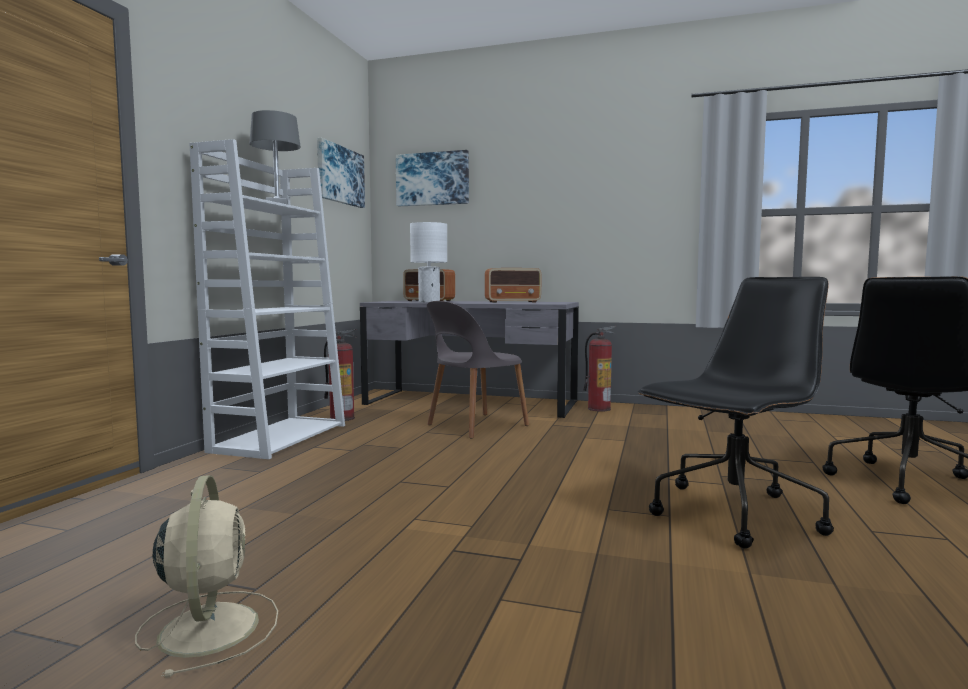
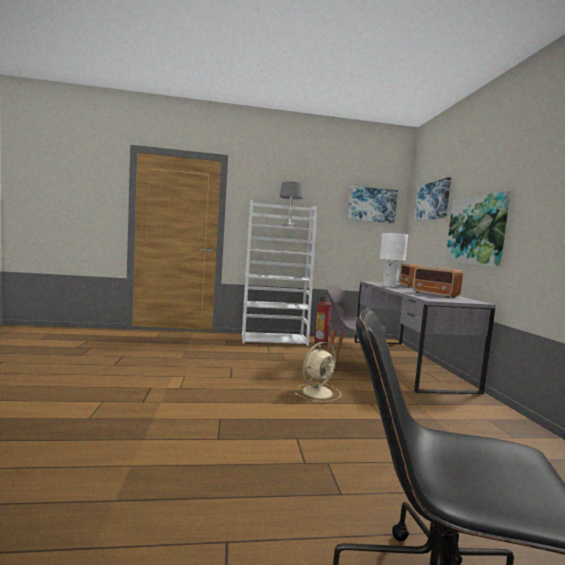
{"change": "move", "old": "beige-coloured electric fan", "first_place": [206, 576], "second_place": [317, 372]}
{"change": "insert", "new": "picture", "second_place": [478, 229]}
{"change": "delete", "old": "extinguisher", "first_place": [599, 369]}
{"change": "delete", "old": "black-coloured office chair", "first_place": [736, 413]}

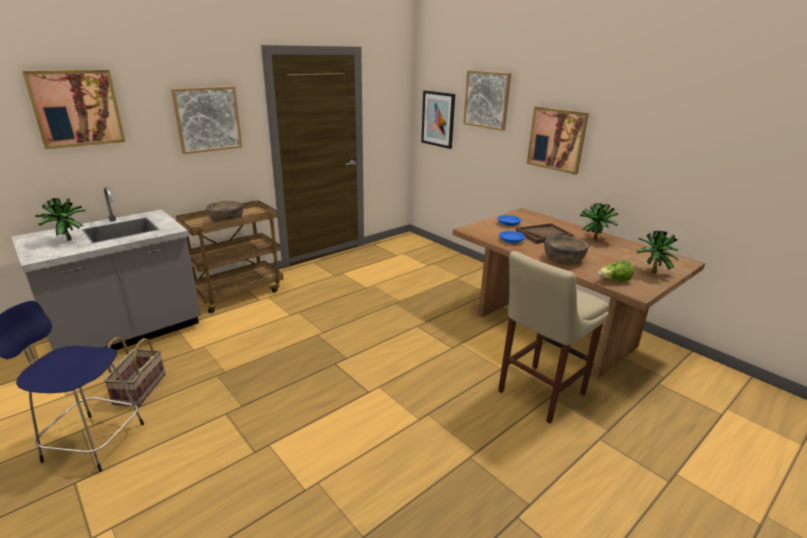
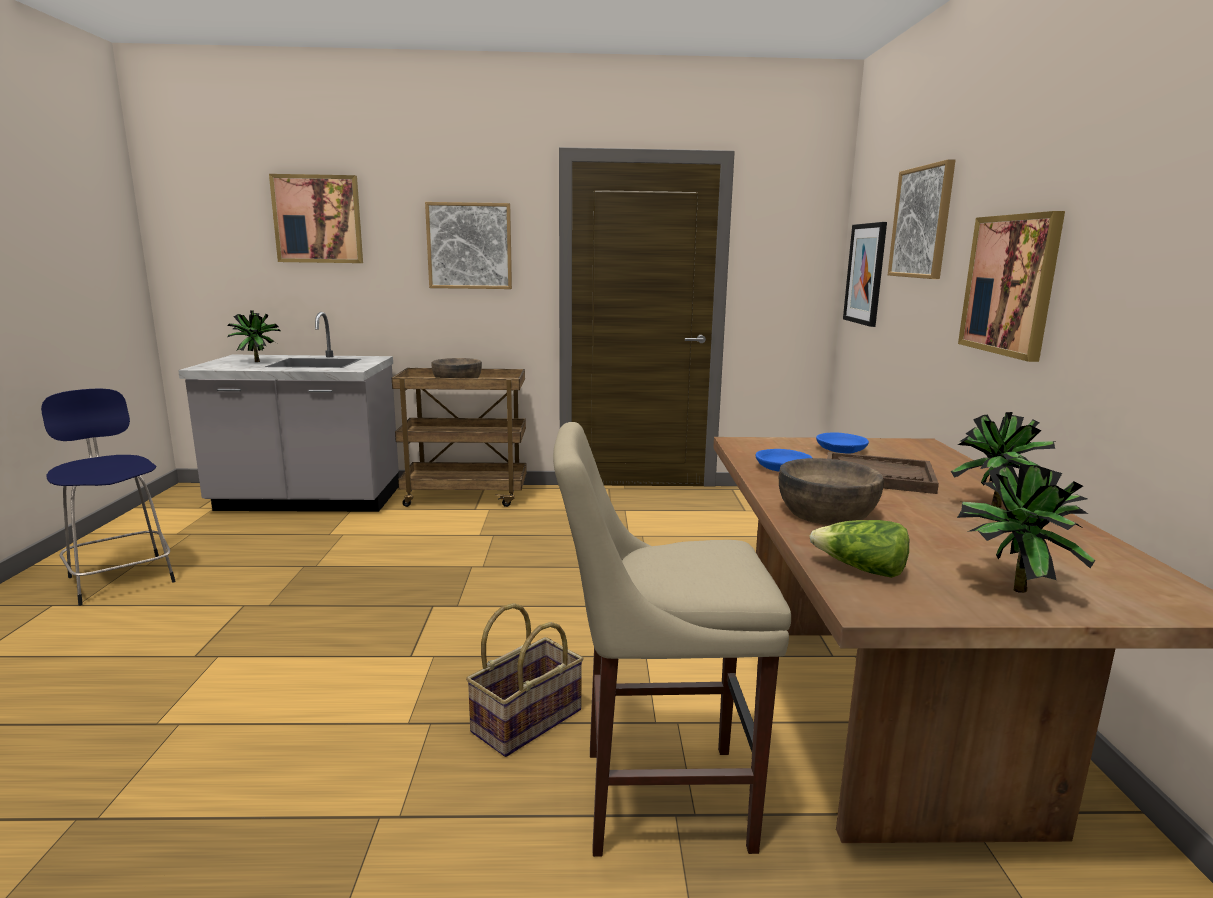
{"change": "move", "old": "storage basket", "first_place": [134, 371], "second_place": [525, 680]}

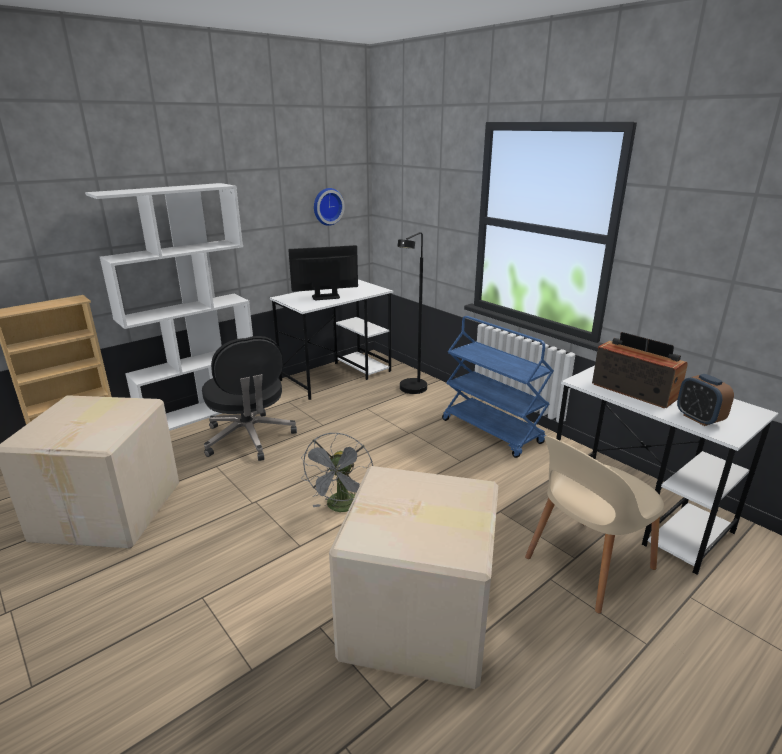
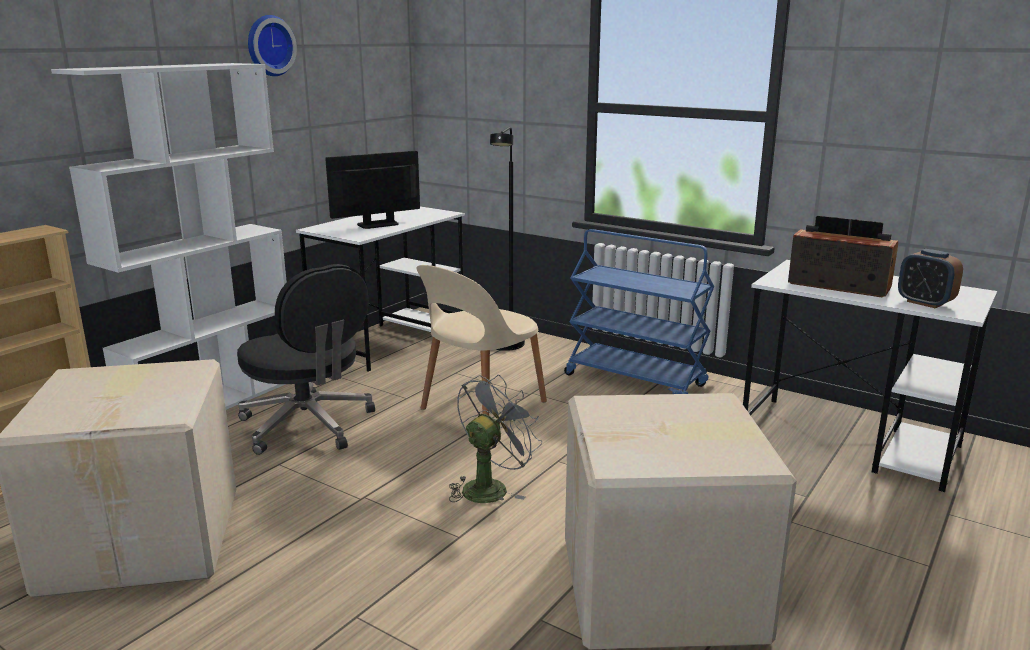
{"change": "move", "old": "wall clock", "first_place": [329, 207], "second_place": [272, 45]}
{"change": "move", "old": "beige-coloured plain chair", "first_place": [594, 524], "second_place": [482, 340]}
{"change": "rotate", "old": "gray electric fan", "first_place": [337, 472], "second_place": [495, 439], "degrees": -135}

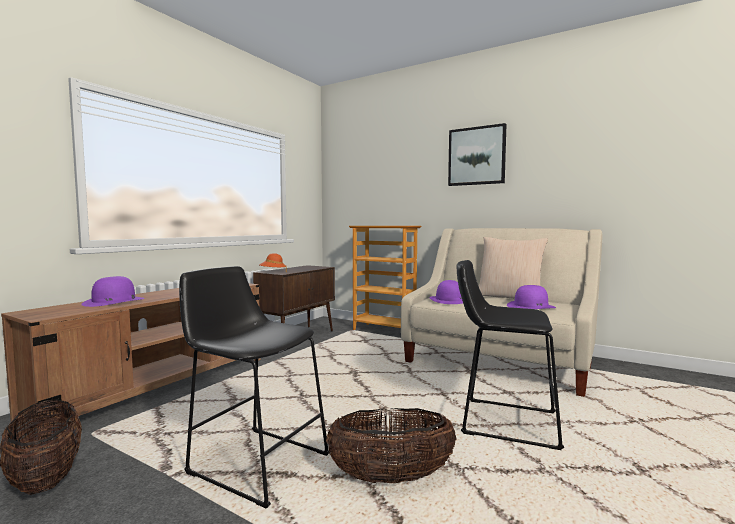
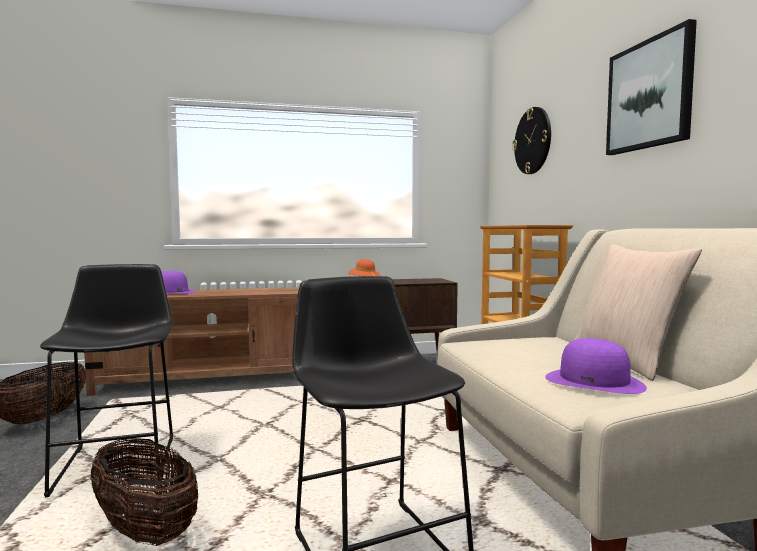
{"change": "insert", "new": "wall clock", "second_place": [532, 140]}
{"change": "delete", "old": "purplish hat", "first_place": [446, 292]}

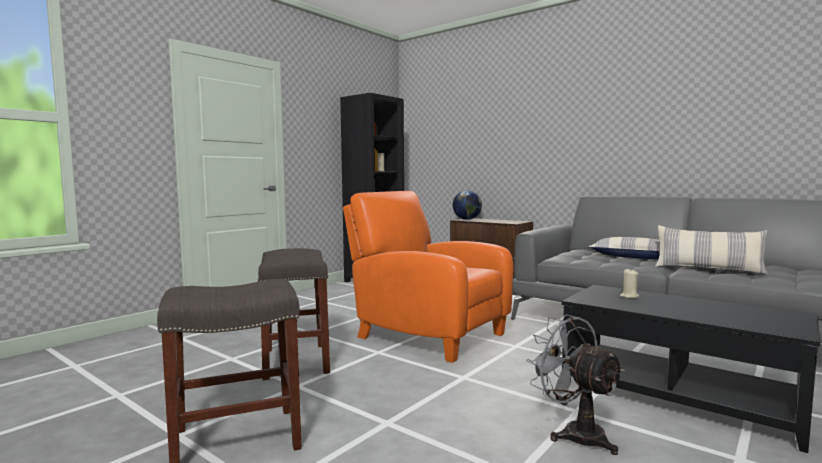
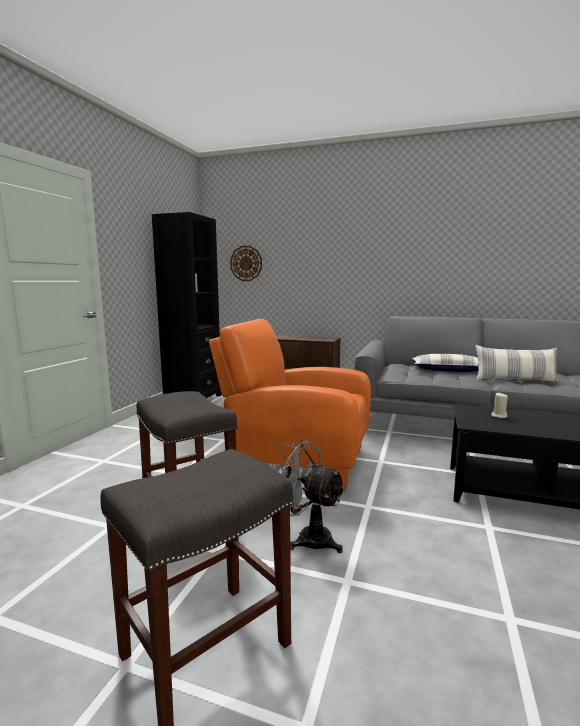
{"change": "insert", "new": "wall clock", "second_place": [246, 263]}
{"change": "move", "old": "gray electric fan", "first_place": [575, 384], "second_place": [308, 495]}
{"change": "delete", "old": "globe", "first_place": [467, 205]}

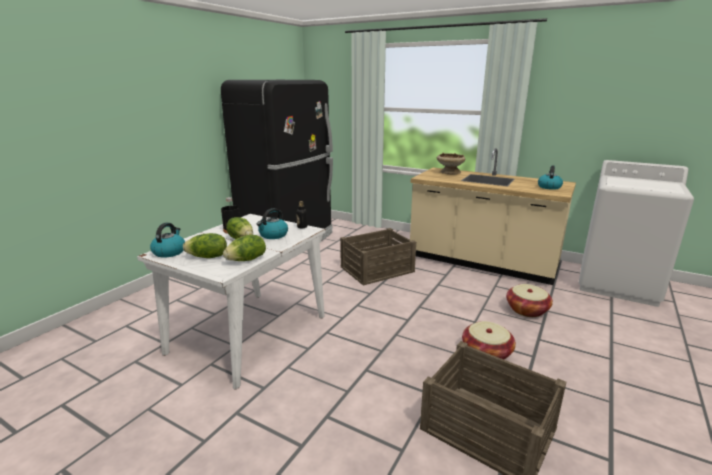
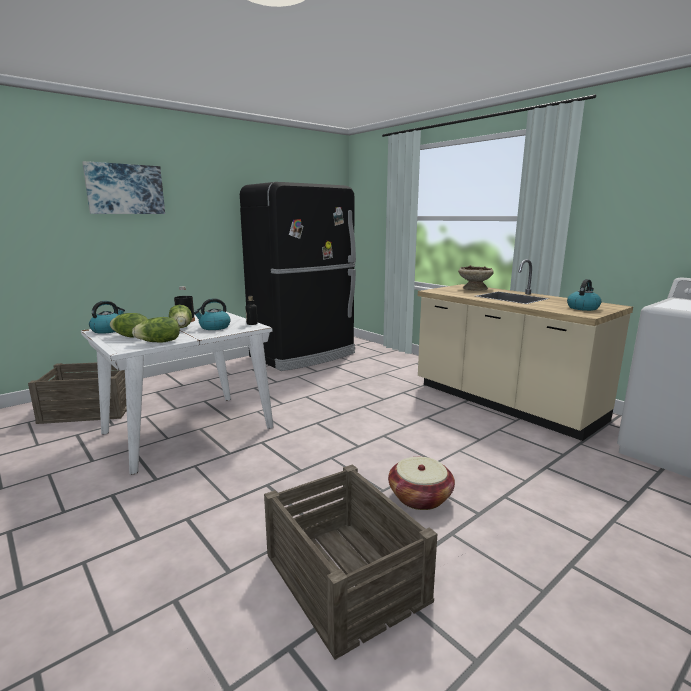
{"change": "move", "old": "packing crate", "first_place": [378, 257], "second_place": [77, 393]}
{"change": "insert", "new": "picture", "second_place": [123, 187]}
{"change": "delete", "old": "storage basket", "first_place": [529, 300]}

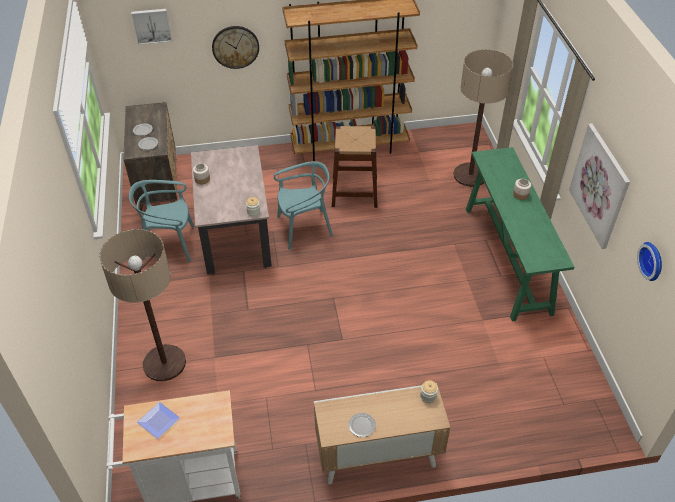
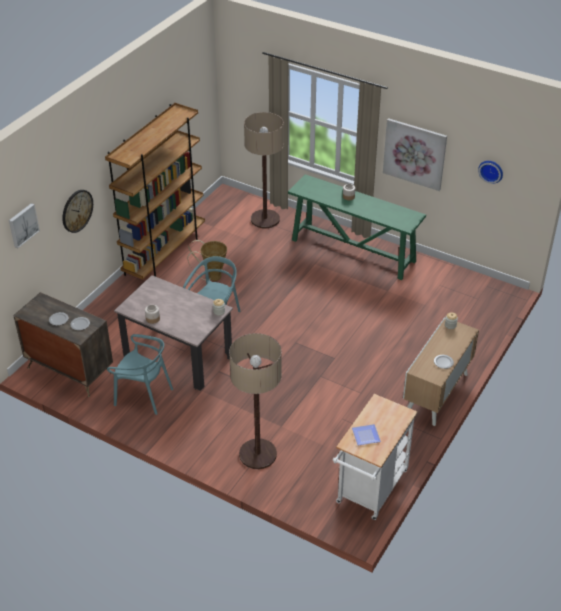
{"change": "rotate", "old": "turquoise plain chair", "first_place": [161, 221], "second_place": [140, 374], "degrees": -105}
{"change": "replace", "old": "brown-coloured sitting stool", "new": "storage basket", "first_place": [354, 167], "second_place": [207, 260]}

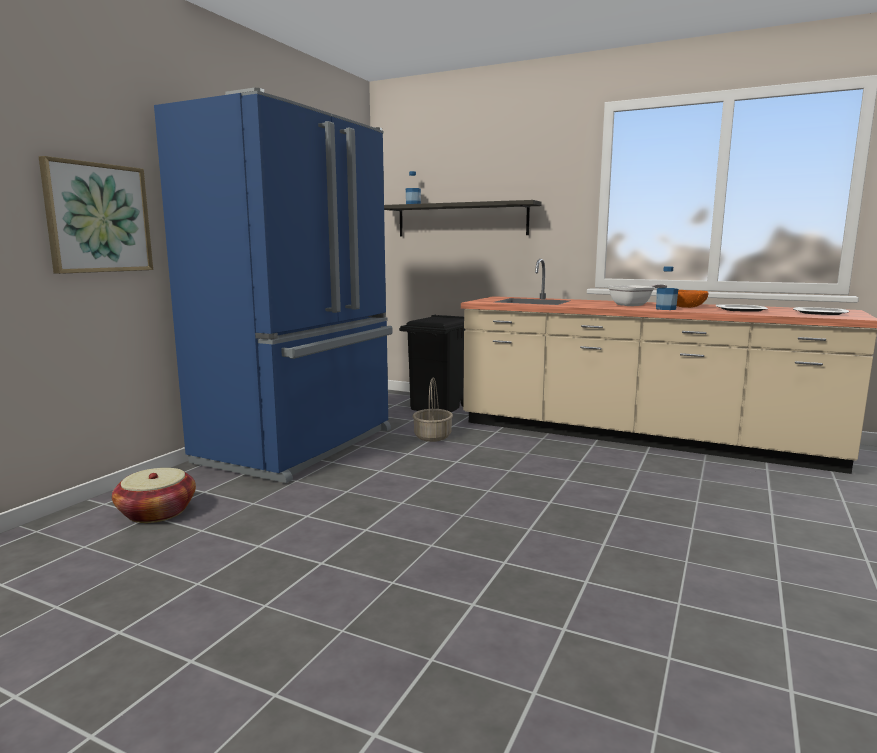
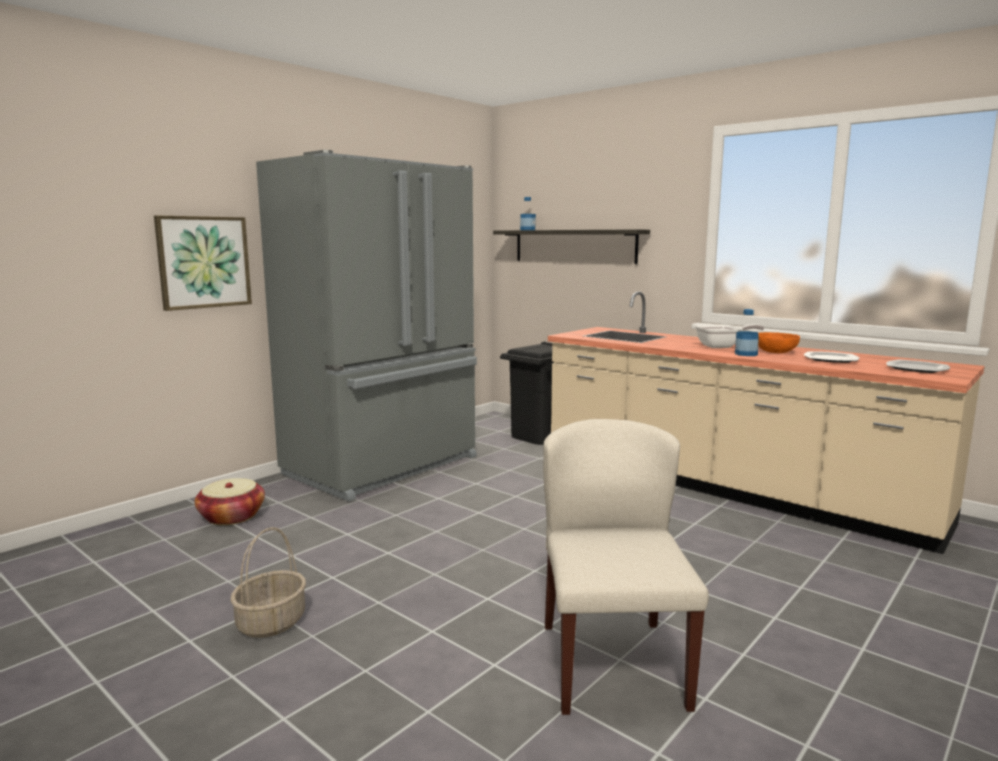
{"change": "move", "old": "storage basket", "first_place": [433, 409], "second_place": [268, 582]}
{"change": "recolor", "old": "bluish fridge", "new": "gray fridge", "first_place": [273, 285], "second_place": [366, 326]}
{"change": "insert", "new": "beige-coloured plain chair", "second_place": [626, 567]}

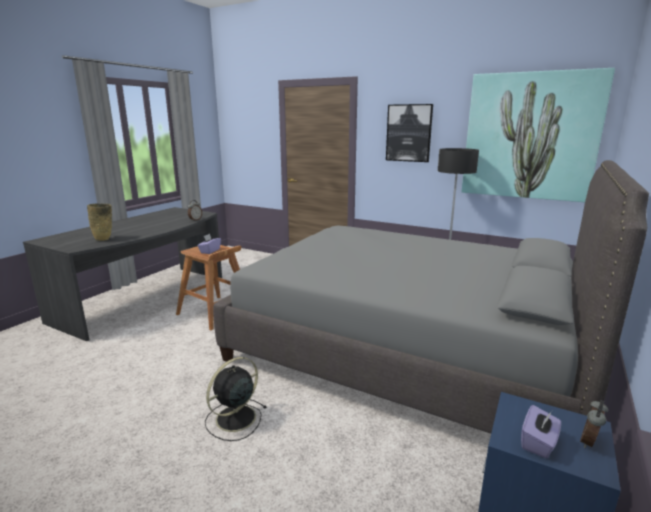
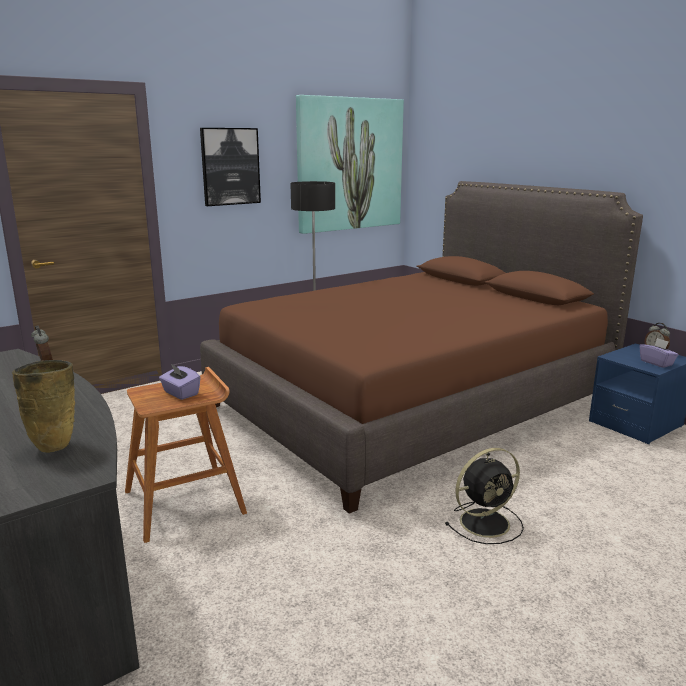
{"change": "recolor", "old": "gray bedroom bed", "new": "brown-coloured bedroom bed", "first_place": [431, 297], "second_place": [421, 347]}
{"change": "rotate", "old": "black-coloured electric fan", "first_place": [236, 399], "second_place": [484, 496], "degrees": -90}

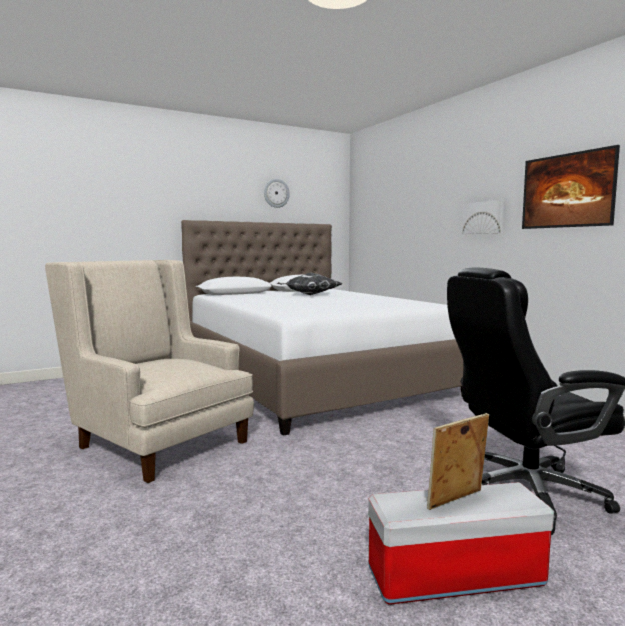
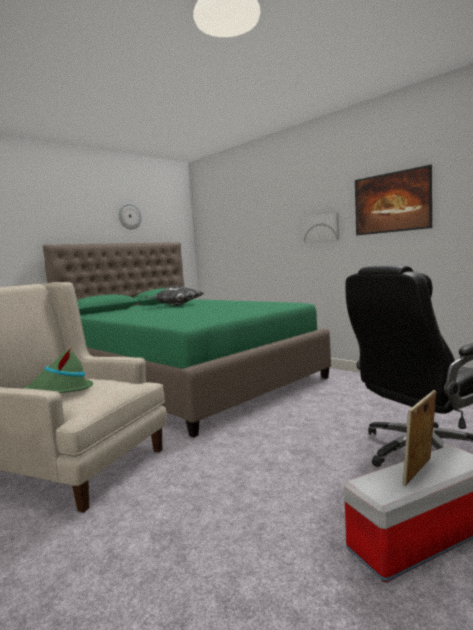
{"change": "insert", "new": "green hat", "second_place": [58, 370]}
{"change": "recolor", "old": "whitish bedroom bed", "new": "green bedroom bed", "first_place": [322, 328], "second_place": [187, 340]}

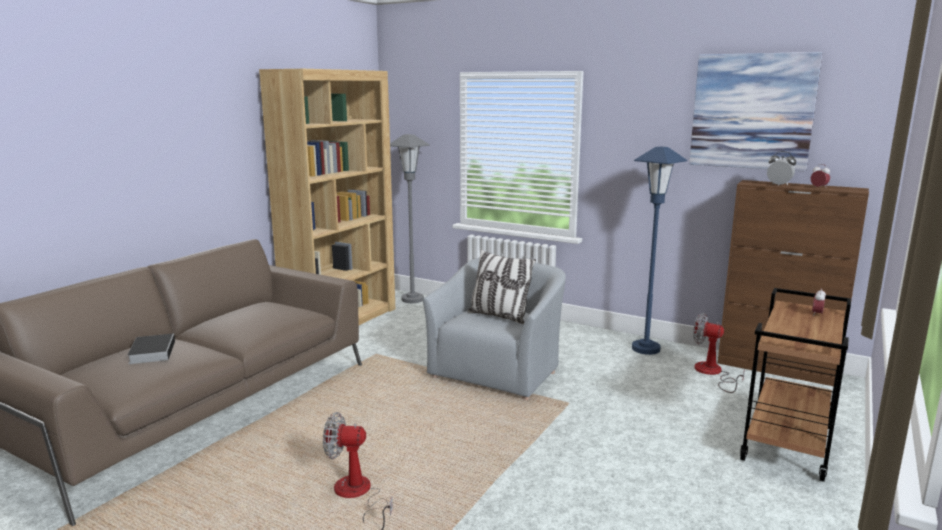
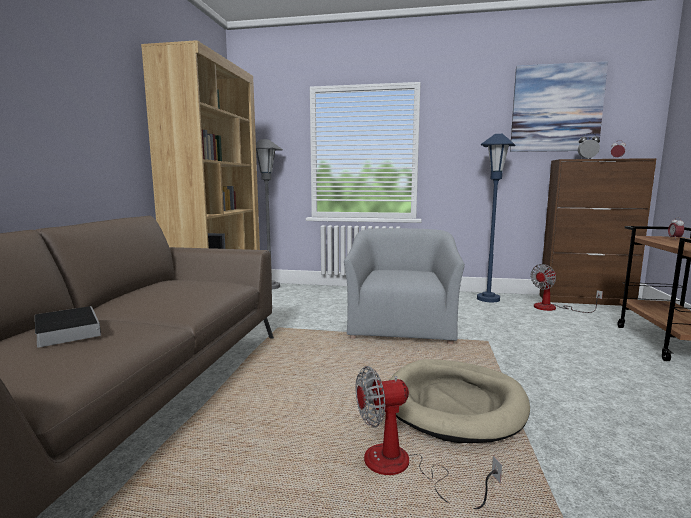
{"change": "insert", "new": "beige-coloured pet bed", "second_place": [460, 401]}
{"change": "rotate", "old": "electric fan", "first_place": [719, 353], "second_place": [567, 288], "degrees": -45}
{"change": "delete", "old": "pillow", "first_place": [502, 286]}

